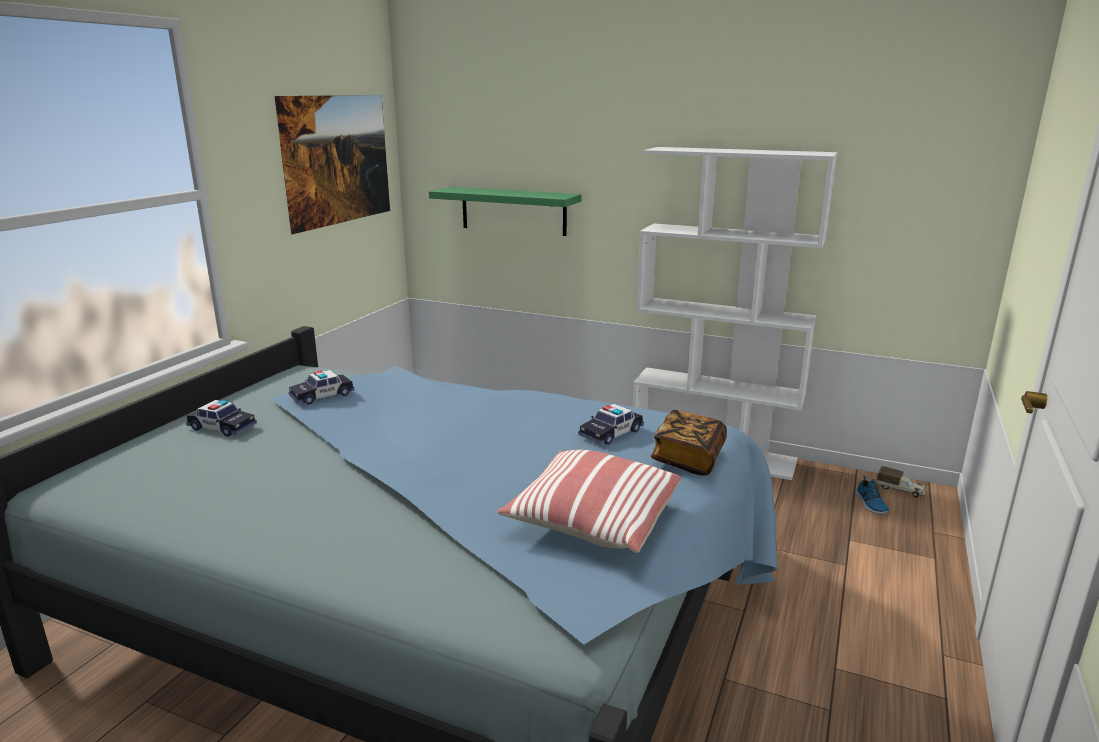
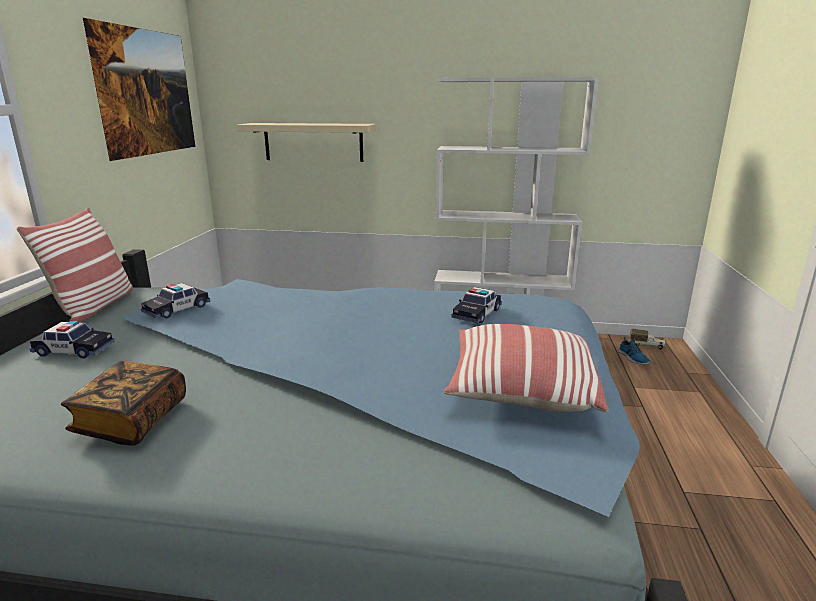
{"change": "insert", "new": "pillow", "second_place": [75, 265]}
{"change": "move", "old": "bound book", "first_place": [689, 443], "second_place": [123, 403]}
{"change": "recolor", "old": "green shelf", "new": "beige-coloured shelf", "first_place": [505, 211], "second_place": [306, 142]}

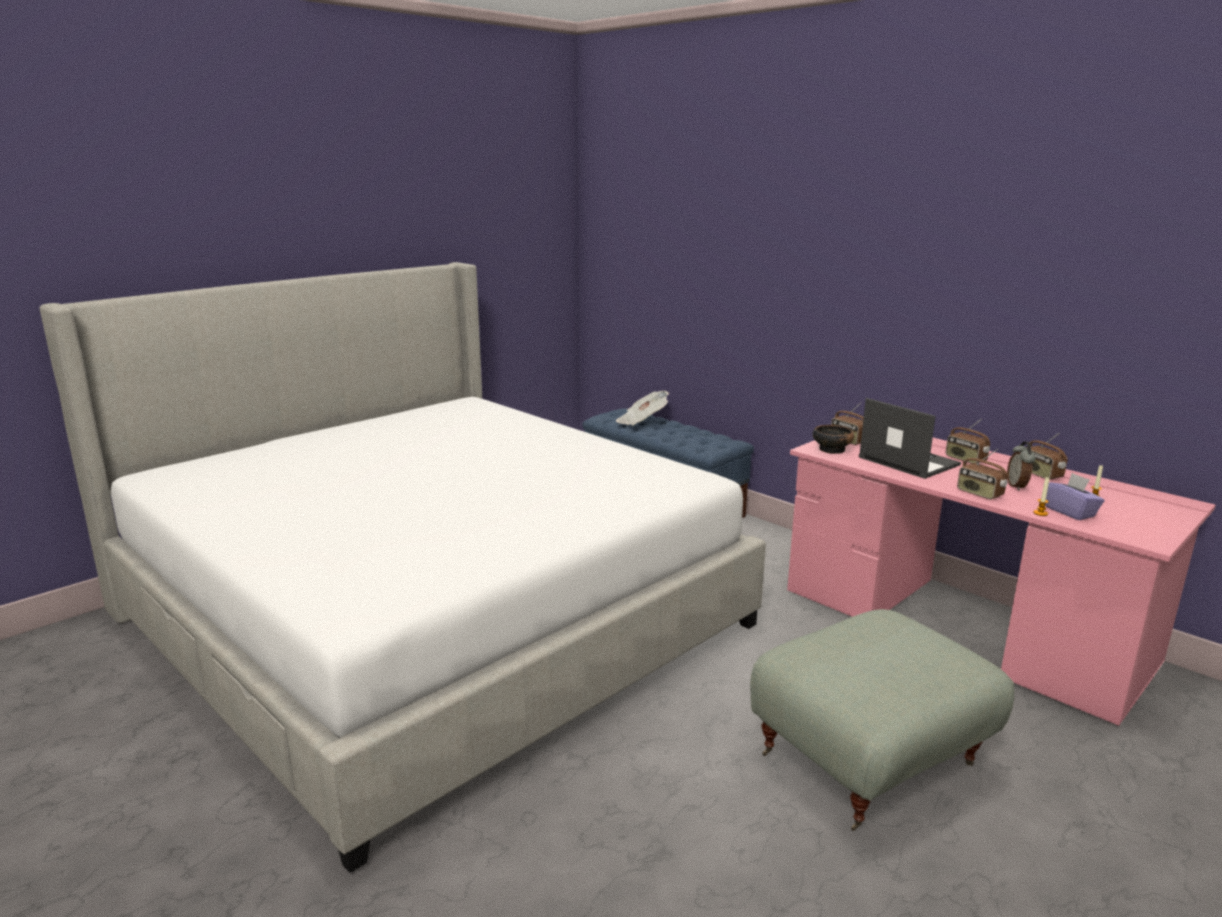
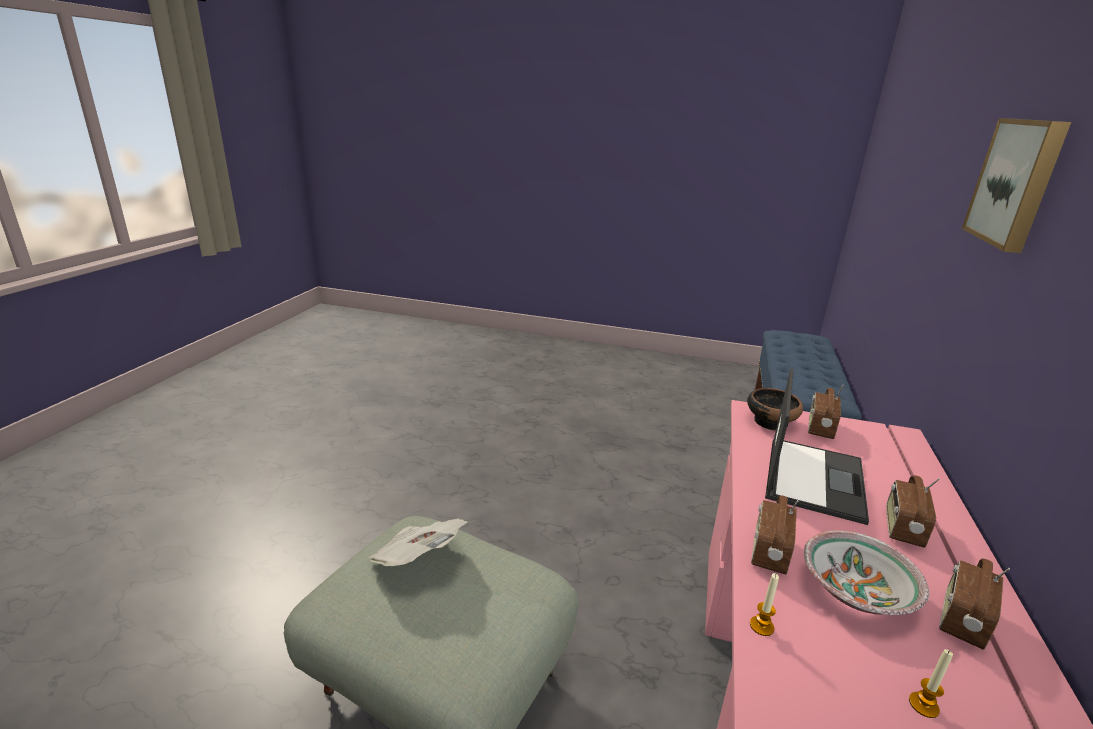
{"change": "move", "old": "daily paper", "first_place": [642, 408], "second_place": [418, 542]}
{"change": "replace", "old": "bedside clock", "new": "deep dish", "first_place": [1021, 466], "second_place": [866, 572]}
{"change": "insert", "new": "picture", "second_place": [1016, 185]}
{"change": "delete", "old": "bedroom bed", "first_place": [402, 567]}
{"change": "delete", "old": "purplish tissue box", "first_place": [1074, 496]}

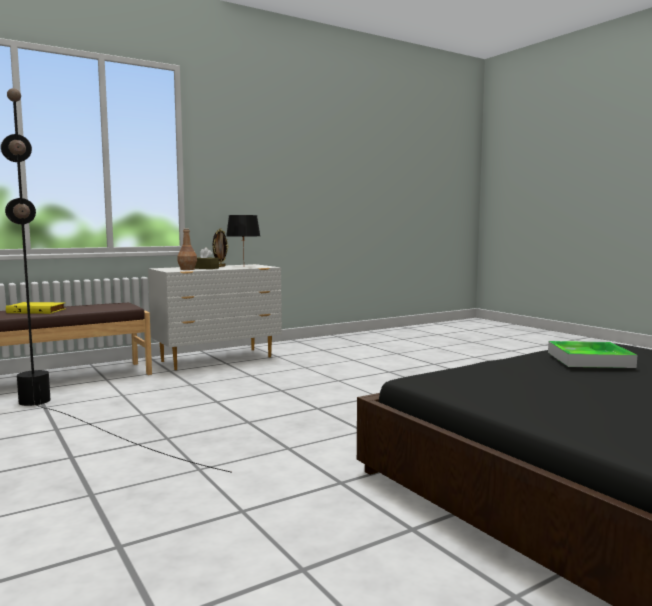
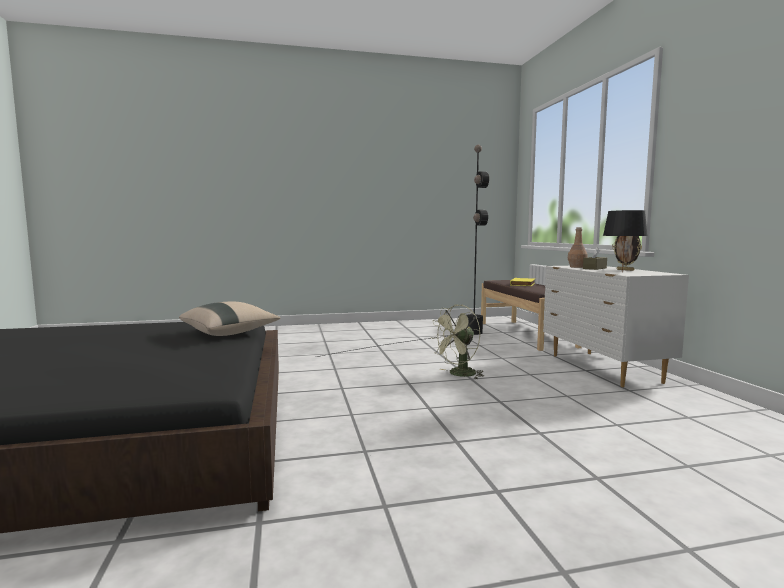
{"change": "insert", "new": "beige-coloured pillow", "second_place": [230, 318]}
{"change": "insert", "new": "green electric fan", "second_place": [456, 341]}
{"change": "delete", "old": "carrying tray", "first_place": [592, 354]}

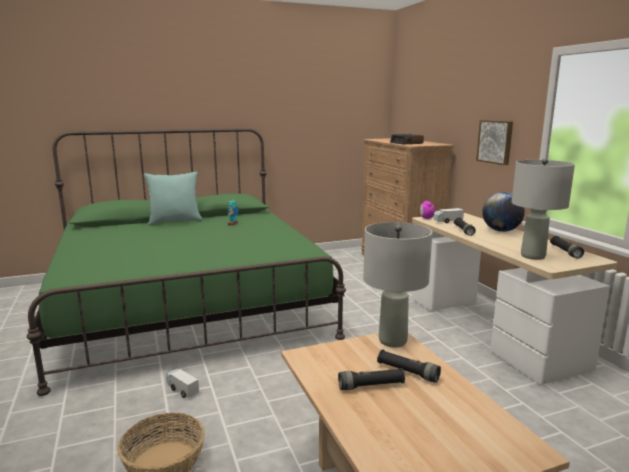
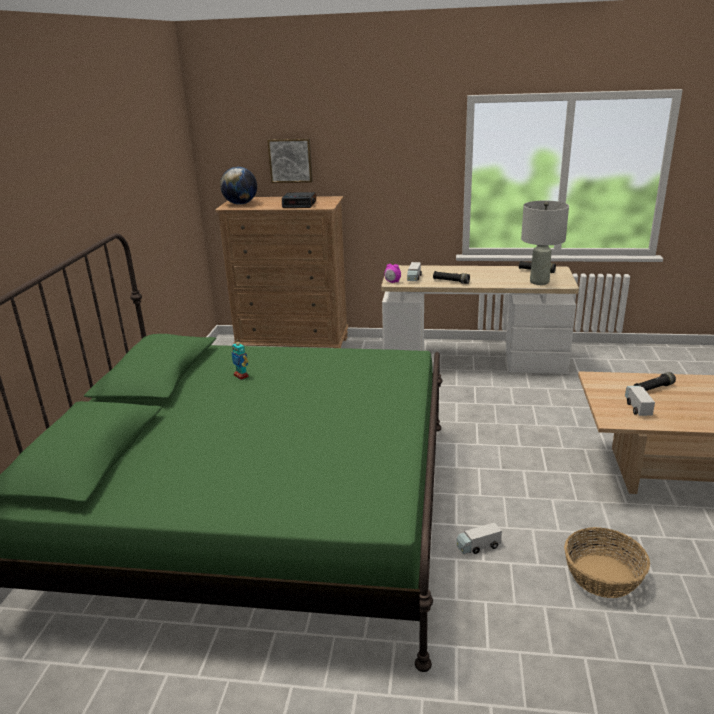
{"change": "move", "old": "globe", "first_place": [503, 212], "second_place": [238, 186]}
{"change": "move", "old": "picture", "first_place": [494, 142], "second_place": [290, 160]}
{"change": "insert", "new": "toy truck", "second_place": [640, 401]}
{"change": "delete", "old": "turquoise pillow", "first_place": [173, 198]}
{"change": "delete", "old": "black-coloured hand torch", "first_place": [371, 379]}
{"change": "delete", "old": "gray lamp for a table", "first_place": [397, 284]}

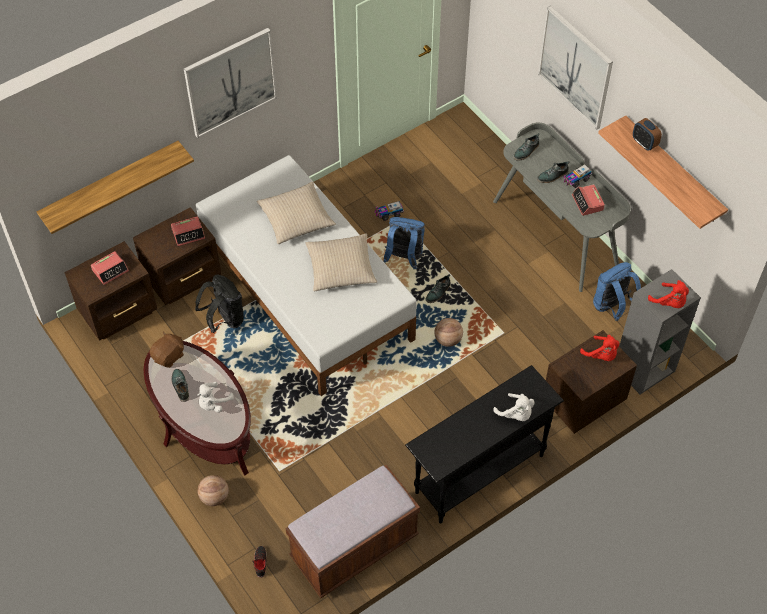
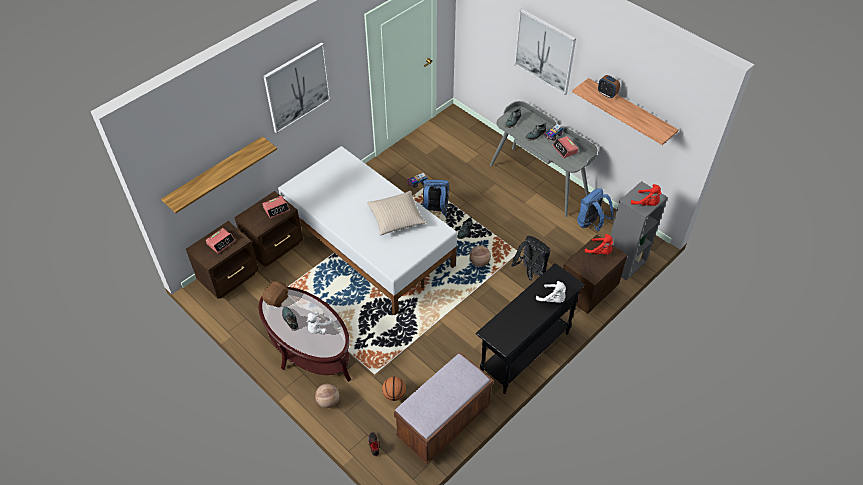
{"change": "insert", "new": "ball for basketball", "second_place": [394, 389]}
{"change": "move", "old": "black-coloured backpack", "first_place": [219, 304], "second_place": [530, 258]}
{"change": "delete", "old": "beige-coloured pillow", "first_place": [296, 213]}

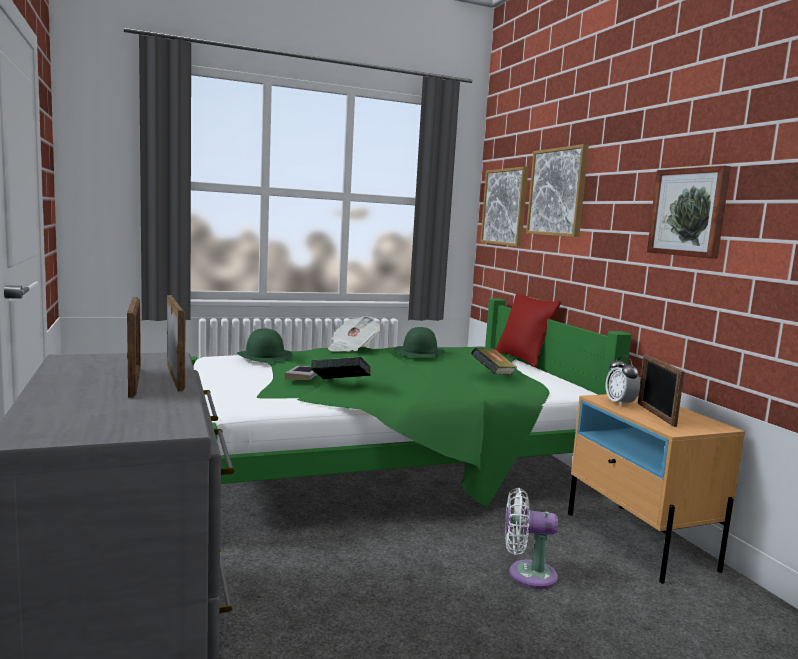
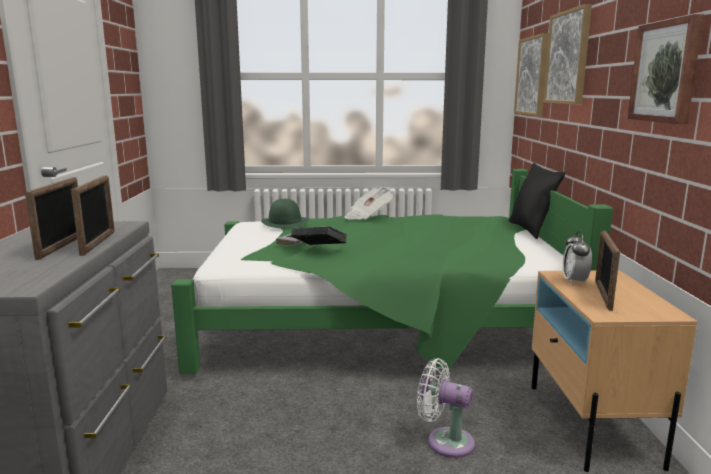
{"change": "recolor", "old": "reddish pillow", "new": "black-coloured pillow", "first_place": [528, 329], "second_place": [537, 201]}
{"change": "delete", "old": "green hat", "first_place": [420, 342]}
{"change": "delete", "old": "bound book", "first_place": [494, 361]}

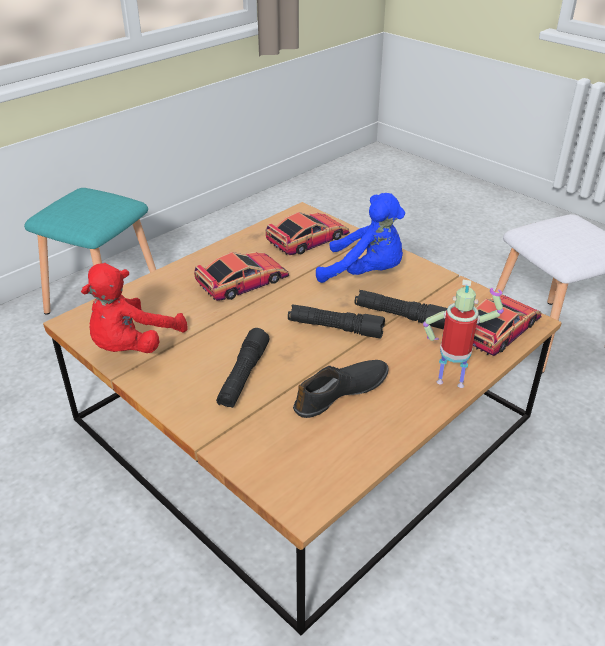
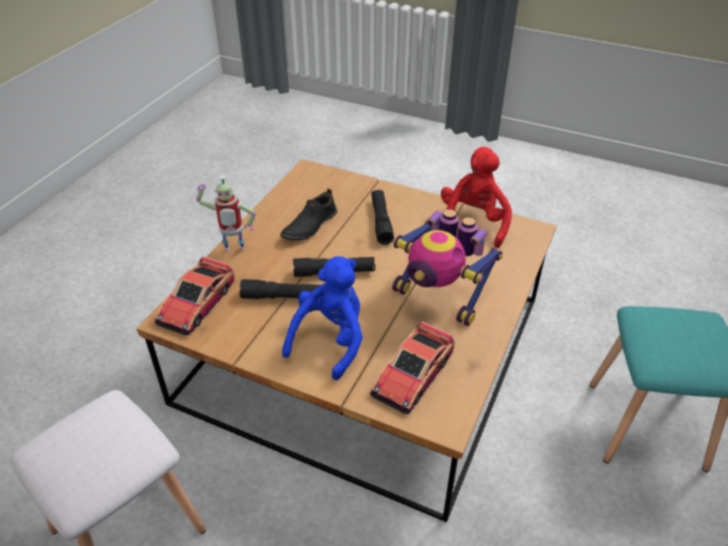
{"change": "rotate", "old": "bluish soft toy", "first_place": [360, 238], "second_place": [322, 318], "degrees": 120}
{"change": "replace", "old": "miniature car", "new": "robot figure", "first_place": [241, 276], "second_place": [447, 267]}

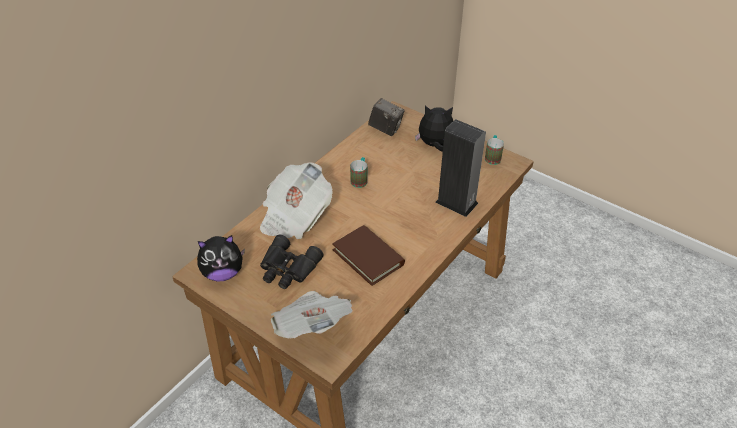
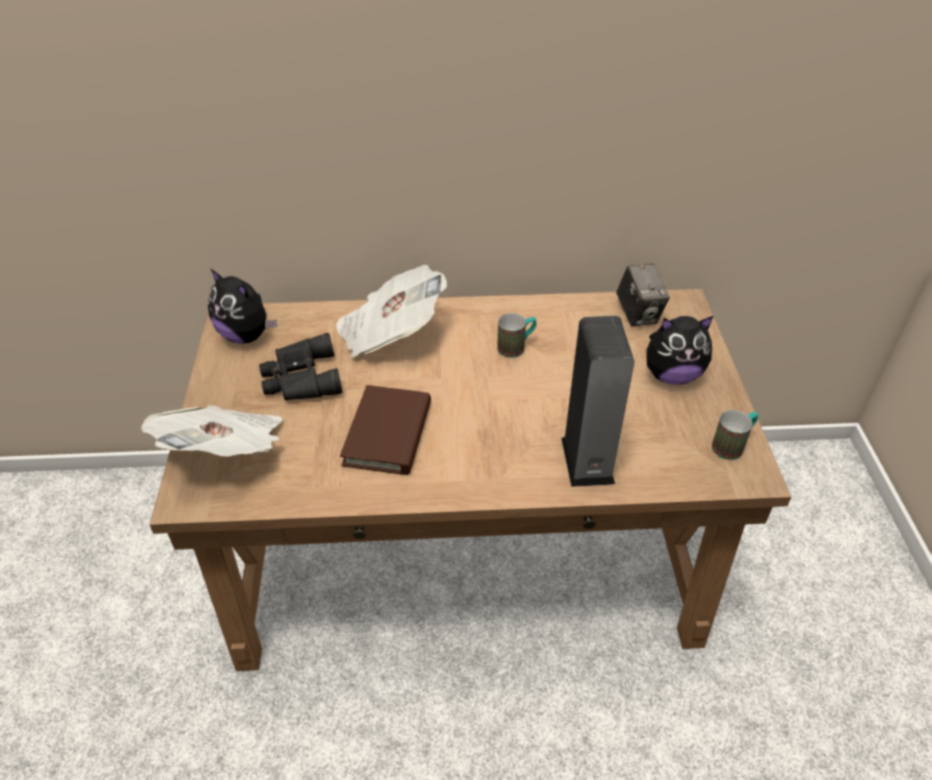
{"change": "rotate", "old": "soft toy", "first_place": [434, 128], "second_place": [679, 350], "degrees": 120}

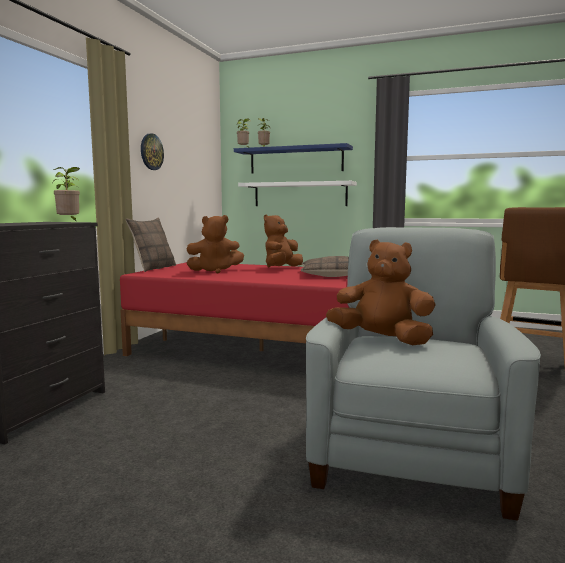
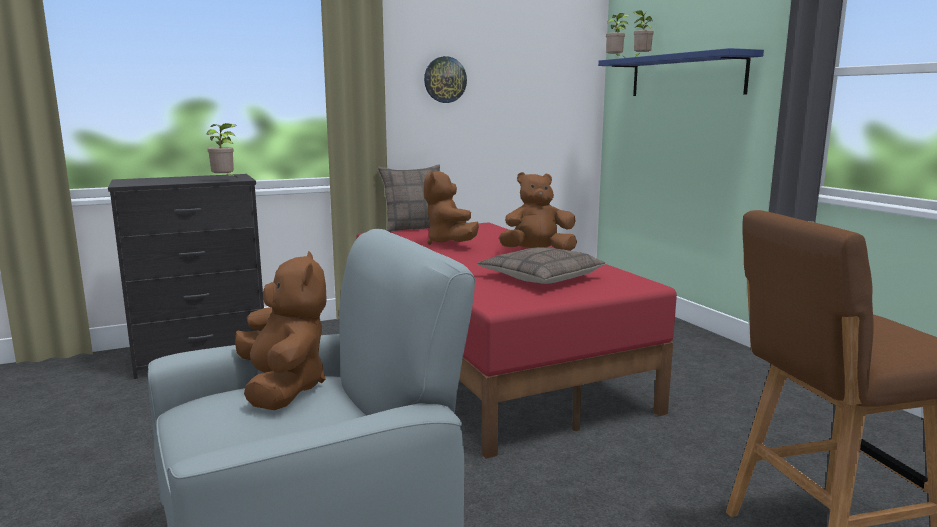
{"change": "rotate", "old": "brown-coloured soft toy", "first_place": [215, 244], "second_place": [451, 207], "degrees": 45}
{"change": "delete", "old": "whitish shelf", "first_place": [297, 193]}

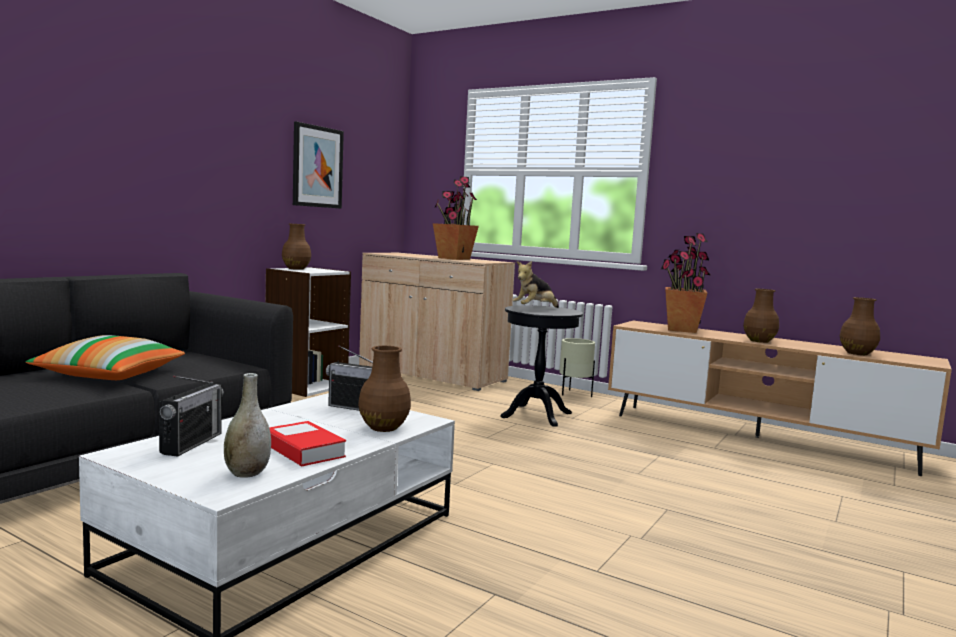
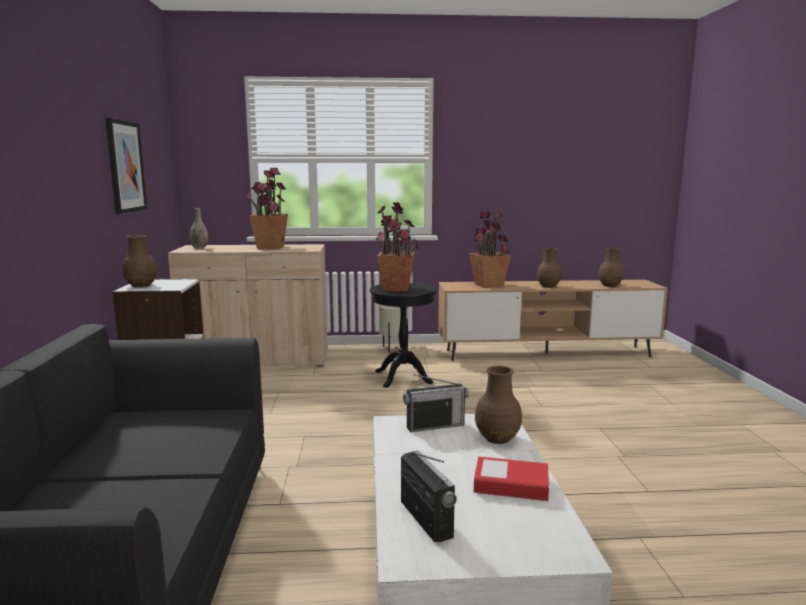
{"change": "move", "old": "gray vase", "first_place": [247, 425], "second_place": [199, 228]}
{"change": "replace", "old": "soft toy", "new": "potted plant", "first_place": [536, 284], "second_place": [397, 247]}
{"change": "delete", "old": "pillow", "first_place": [105, 357]}

